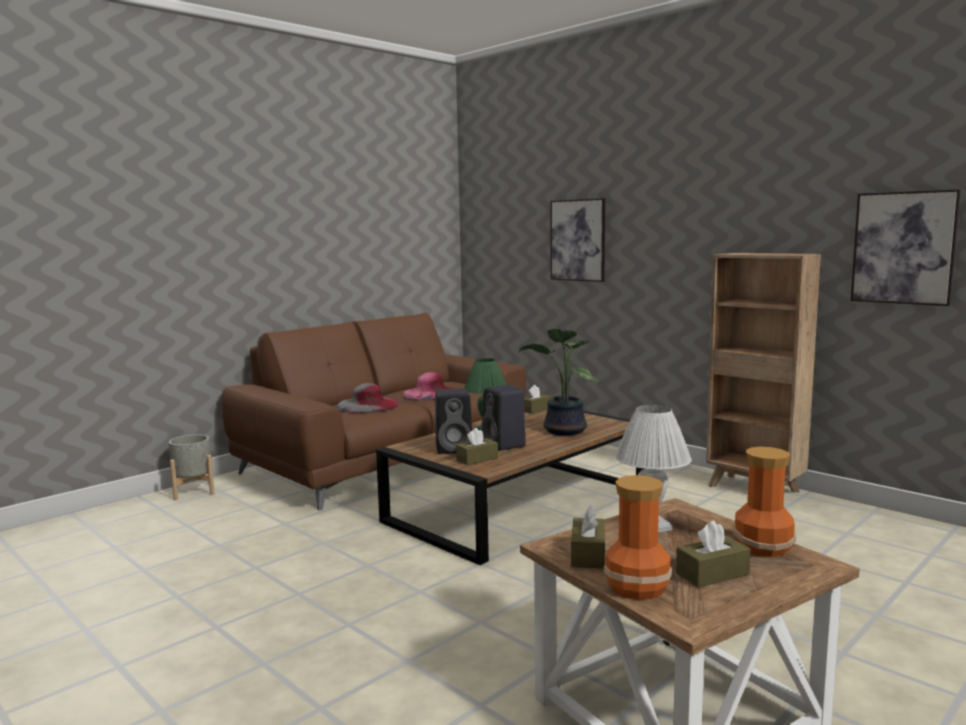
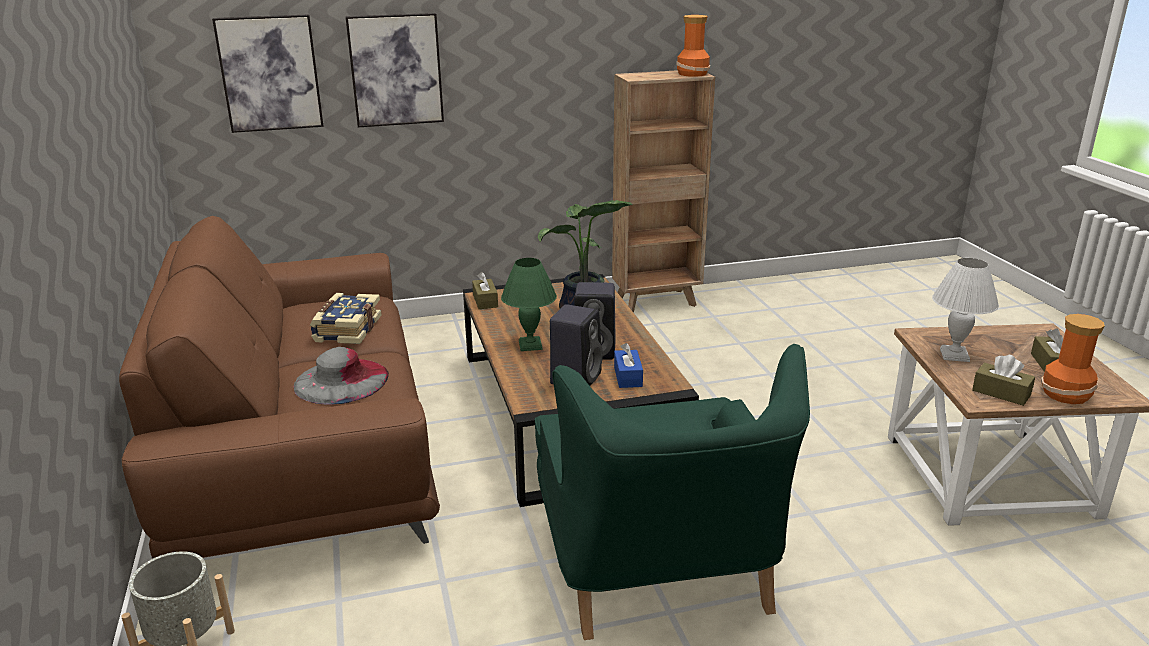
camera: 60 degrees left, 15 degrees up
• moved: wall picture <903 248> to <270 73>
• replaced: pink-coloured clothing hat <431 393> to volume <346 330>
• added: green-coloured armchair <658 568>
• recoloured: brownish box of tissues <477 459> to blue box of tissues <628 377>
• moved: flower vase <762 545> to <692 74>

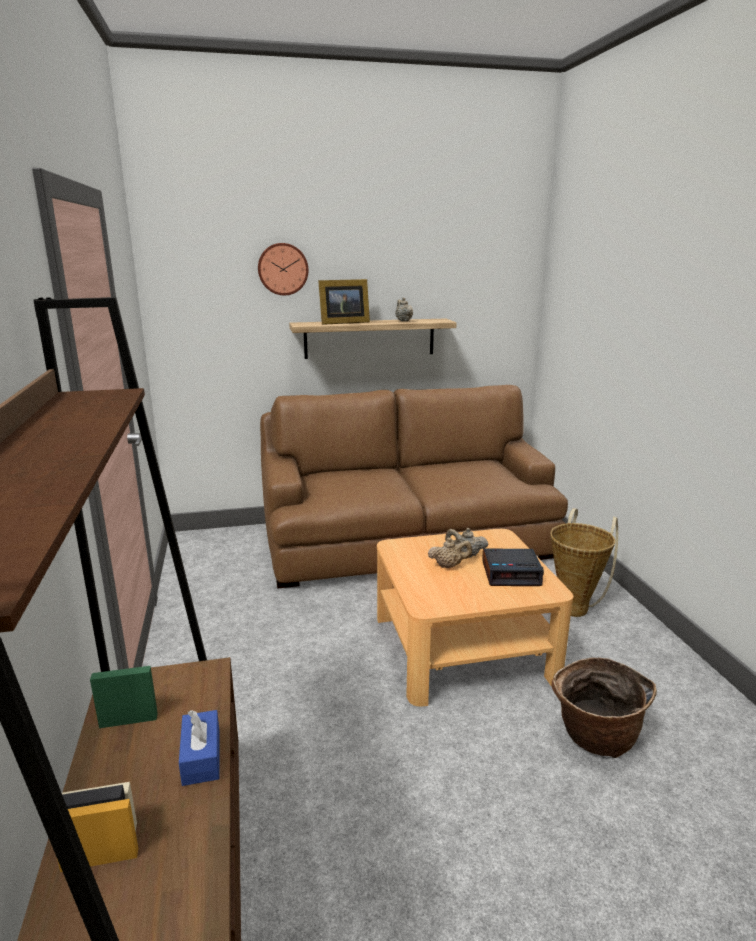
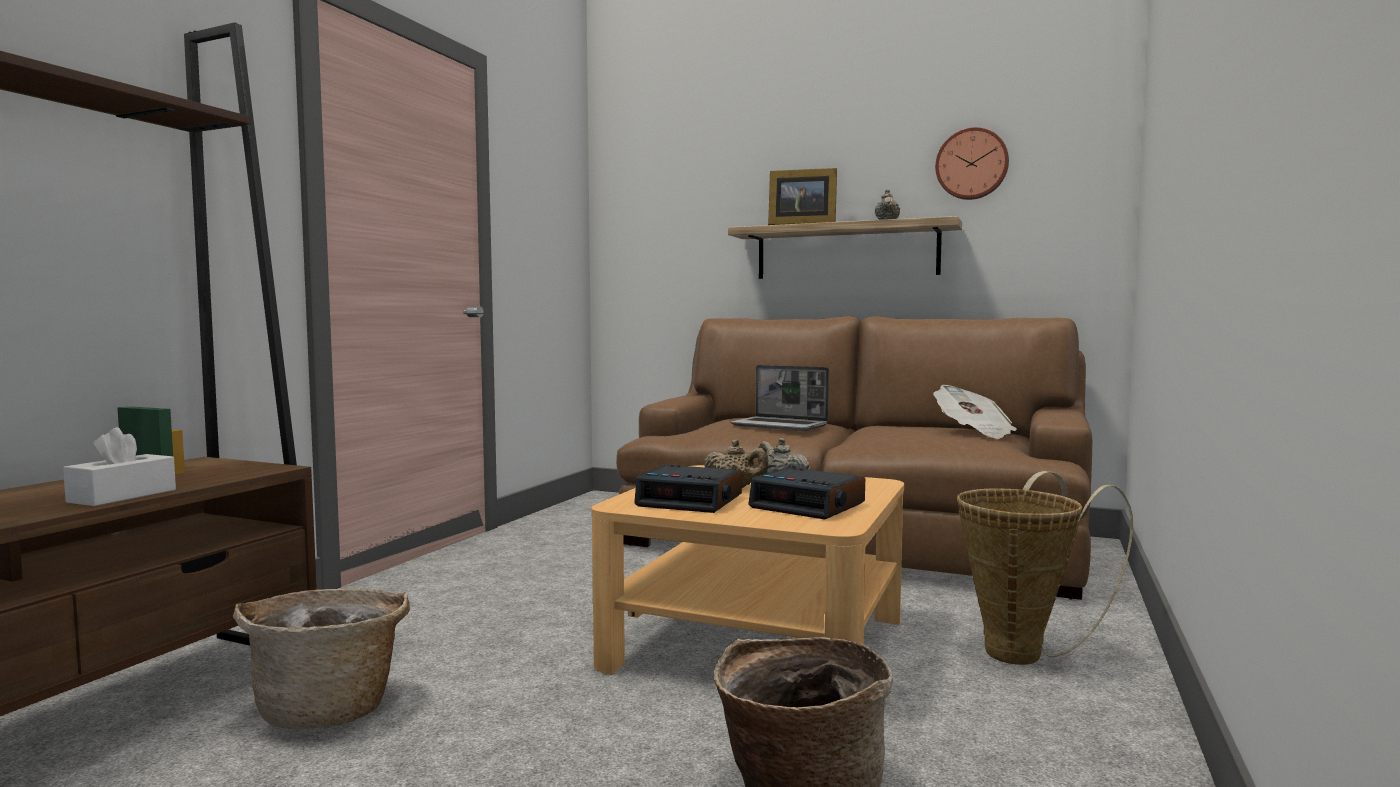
camera: 35 degrees right, 15 degrees down
• recoloured: blue box of tissues <201 757> to white-coloured box of tissues <122 496>
• added: basket <331 708>
• added: bedside clock <691 500>
• added: laptop <781 426>
• added: printed paper <974 433>
• moved: wall clock <283 269> to <971 164>

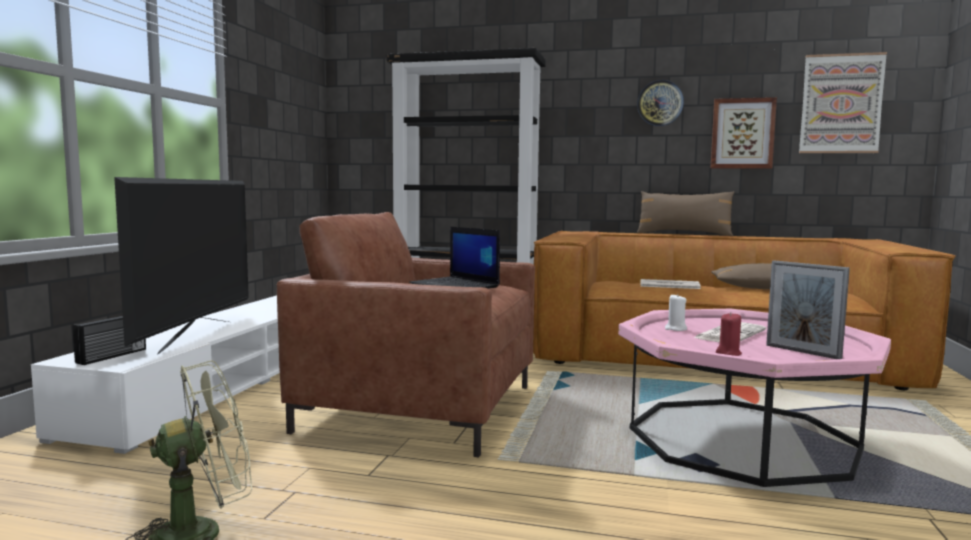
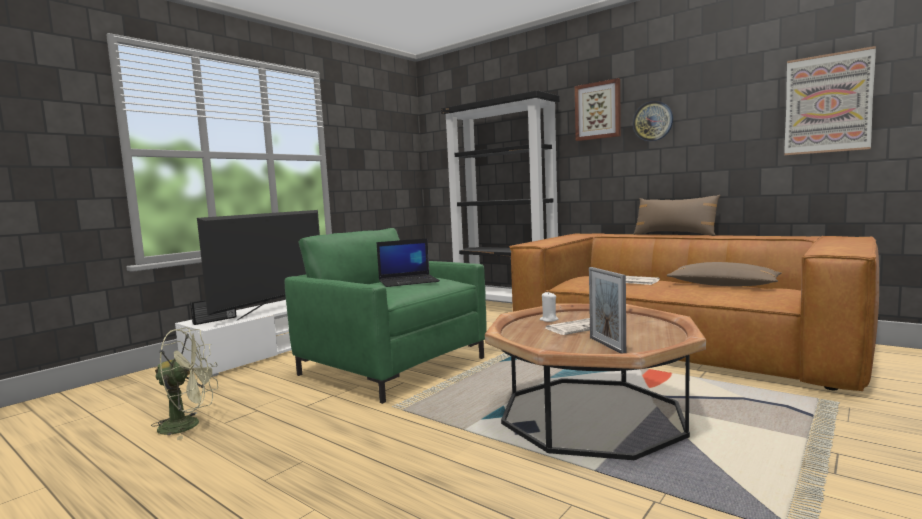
camera: 25 degrees right, 0 degrees up
• recoloured: brownish armchair <420 408> to green-coloured armchair <393 366>
• turned: laptop <456 285> = <409 281> 90 degrees counterclockwise
• recoloured: pink-coloured low table <742 439> to brownish low table <591 415>
• moved: wall picture <742 133> to <598 111>
• removed: red wax candle <728 353>

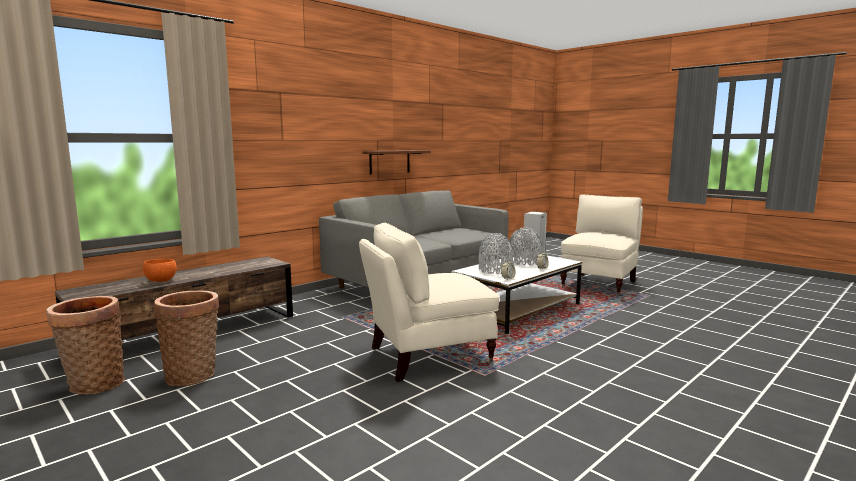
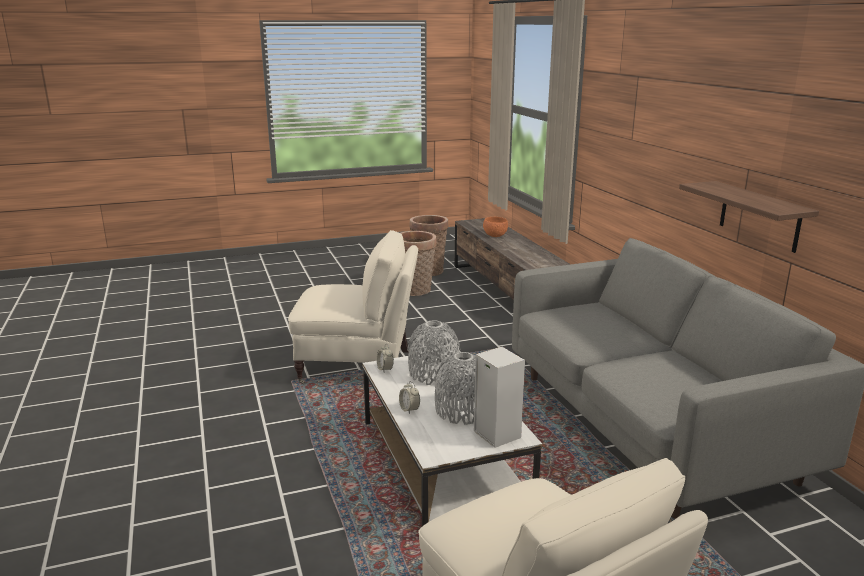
camera: 115 degrees right, 10 degrees up
• turned: sand-coloured armchair <427 356> = <359 367> 90 degrees clockwise

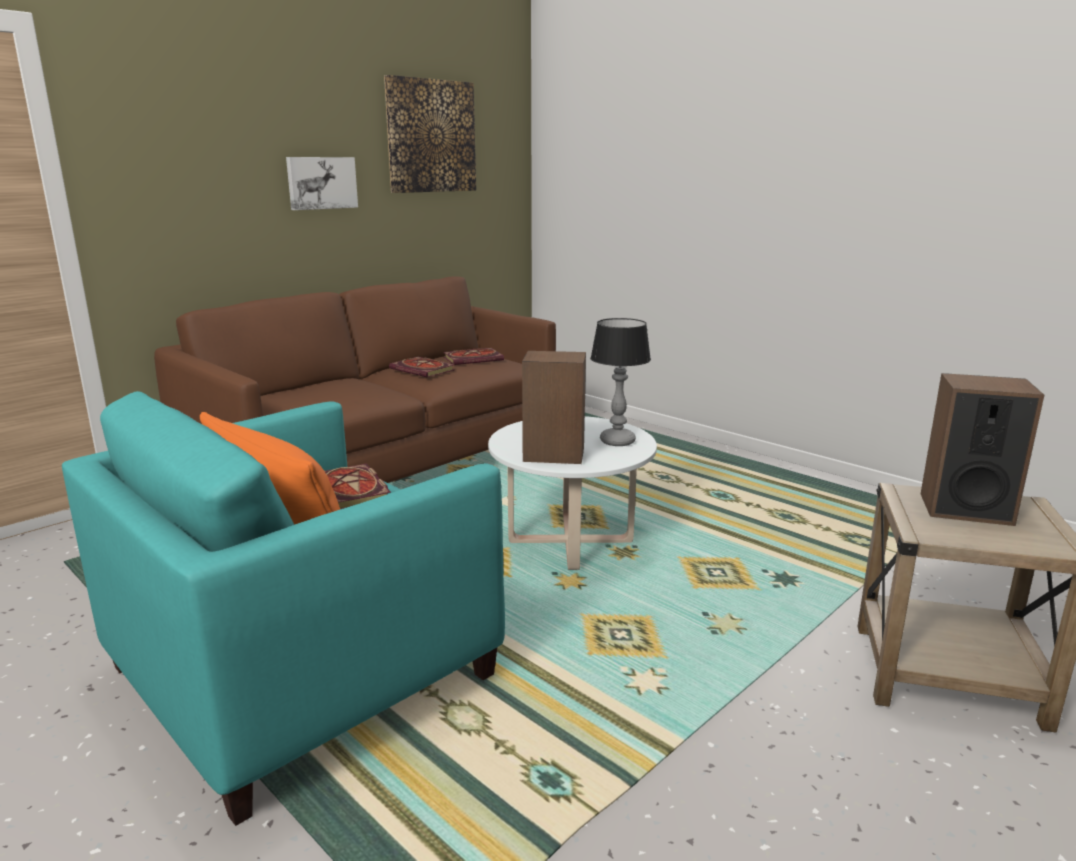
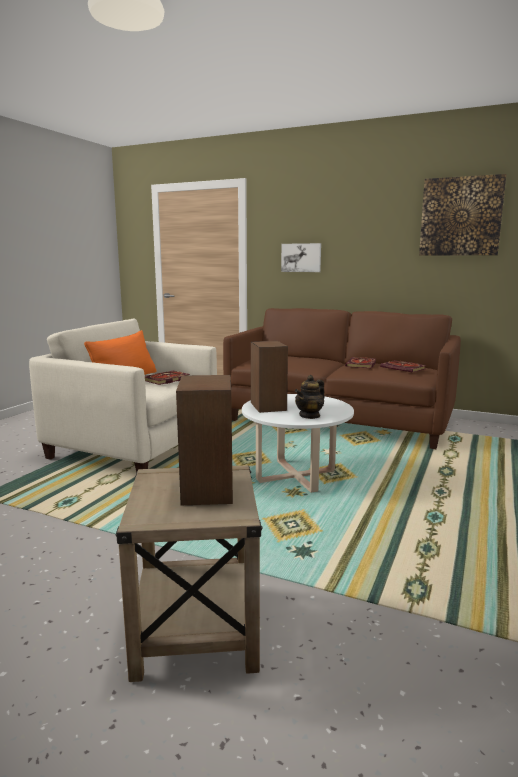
camera: 70 degrees right, 5 degrees down
• recoloured: turquoise-coloured armchair <305 671> to sand-coloured armchair <135 448>
• moved: wall picture <321 183> to <301 257>
• replaced: lamp for a table <617 441> to tea pot <309 415>

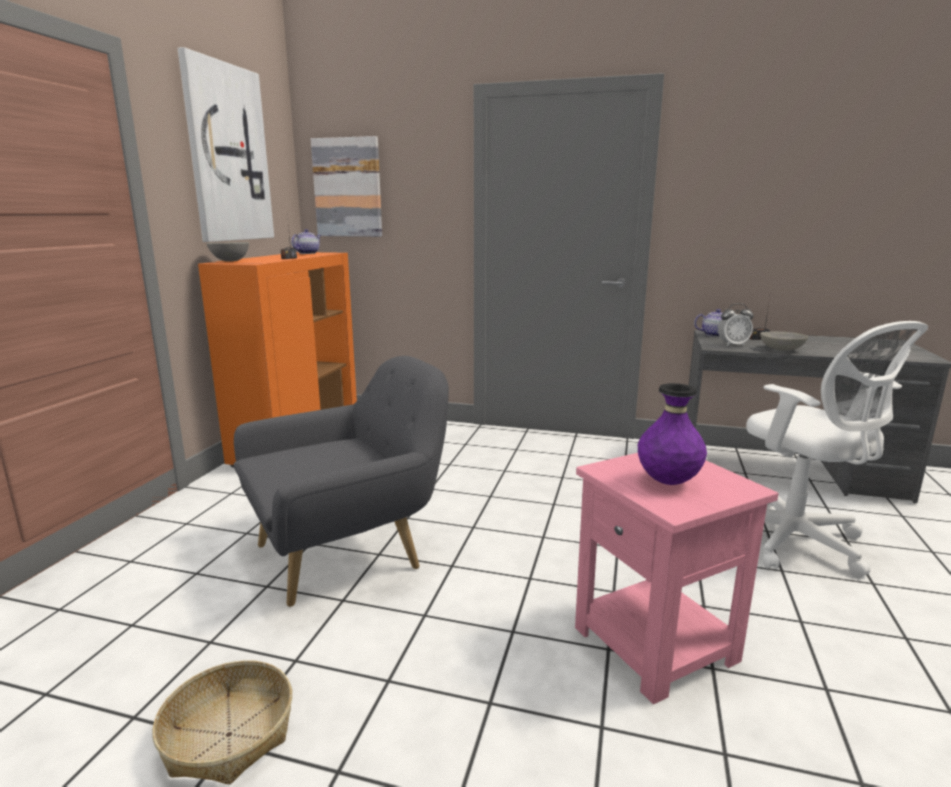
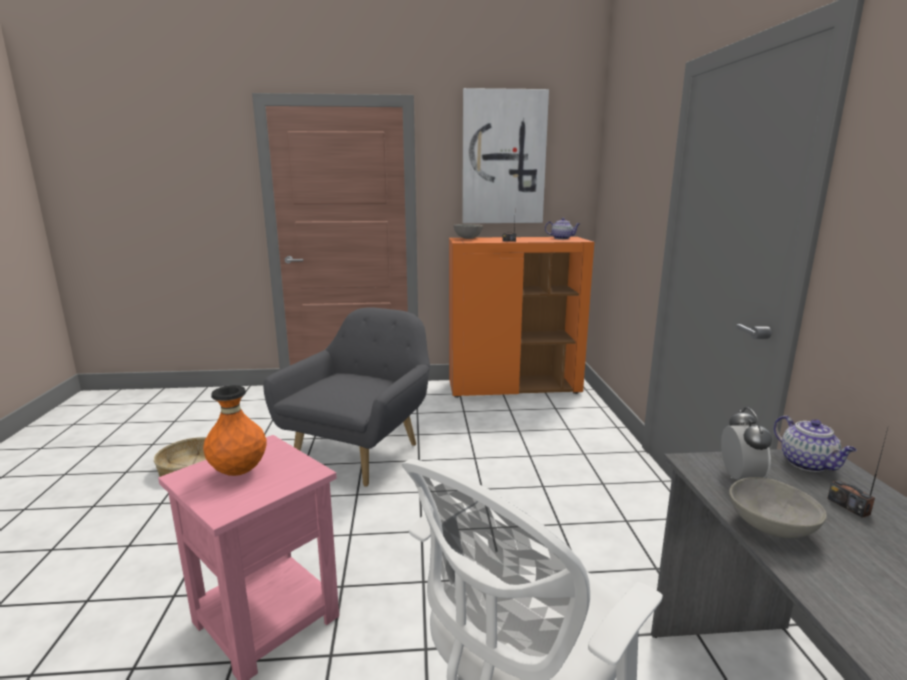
camera: 70 degrees right, 0 degrees up
• recoloured: purplish flower vase <667 482> to orangey flower vase <239 472>
• turned: greyish armchair <348 552> = <360 451> 105 degrees counterclockwise
• turned: bedside clock <733 345> = <740 478> 150 degrees counterclockwise
• removed: wall picture <348 188>

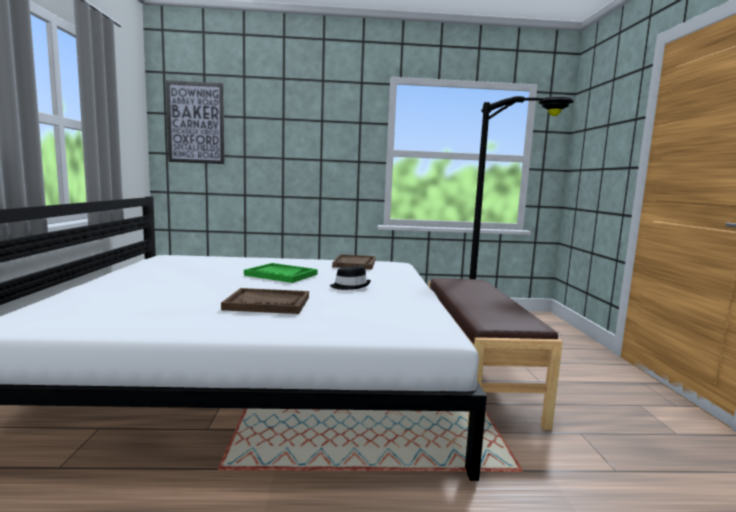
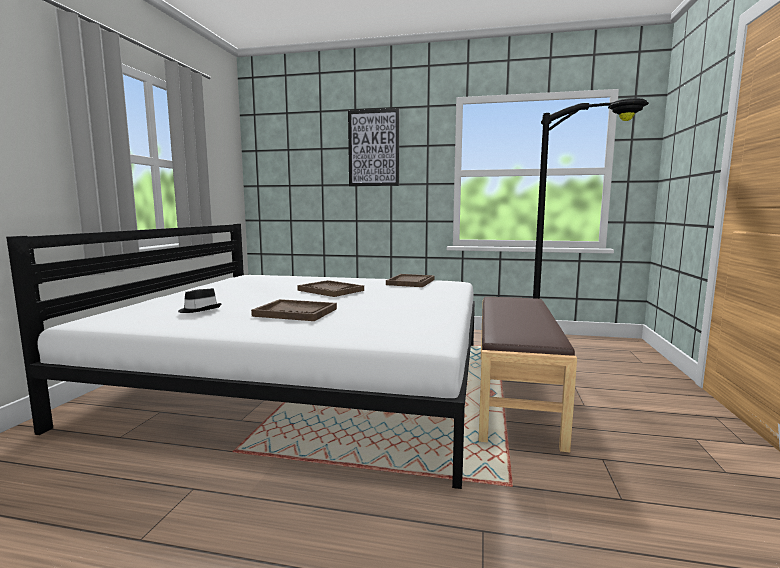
camera: 15 degrees right, 0 degrees up
• moved: blackish clothing hat <350 286> to <200 310>
• recoloured: green-coloured tray <281 275> to brownish tray <330 290>
• moved: wall picture <196 123> to <373 148>

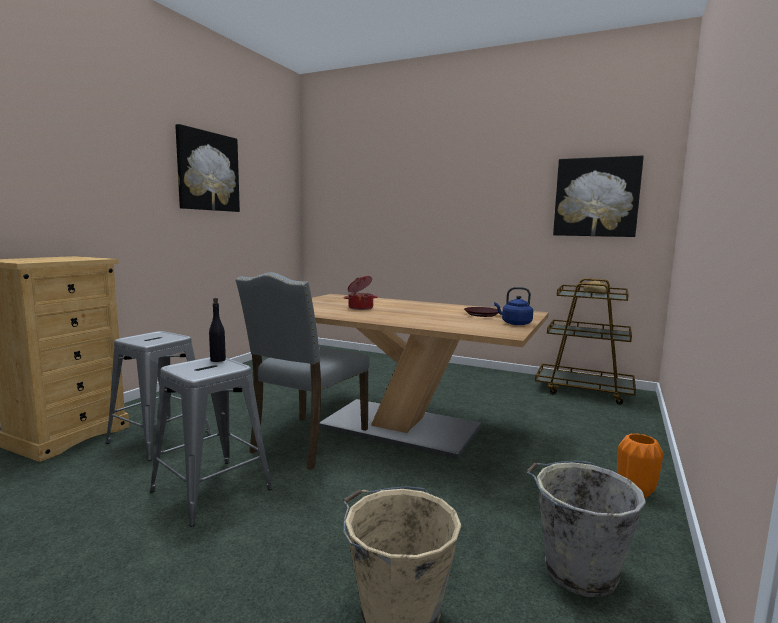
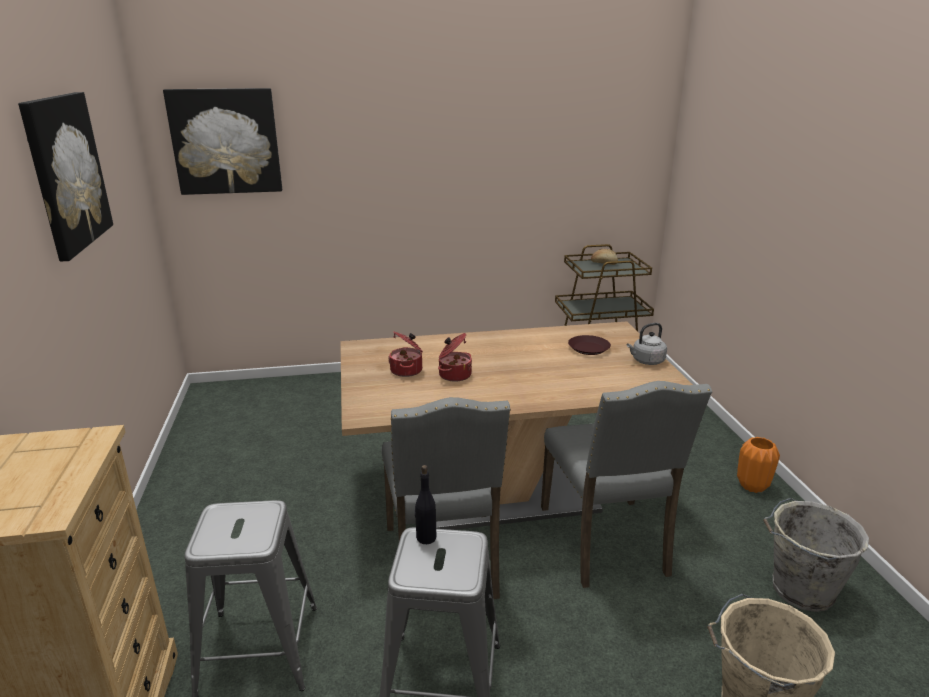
camera: 35 degrees left, 15 degrees up
• moved: wall picture <596 197> to <226 141>
• added: stockpot <407 370>
• added: greyish plain chair <607 543>
• recoloured: blue tea kettle <514 323> to greyish tea kettle <646 361>

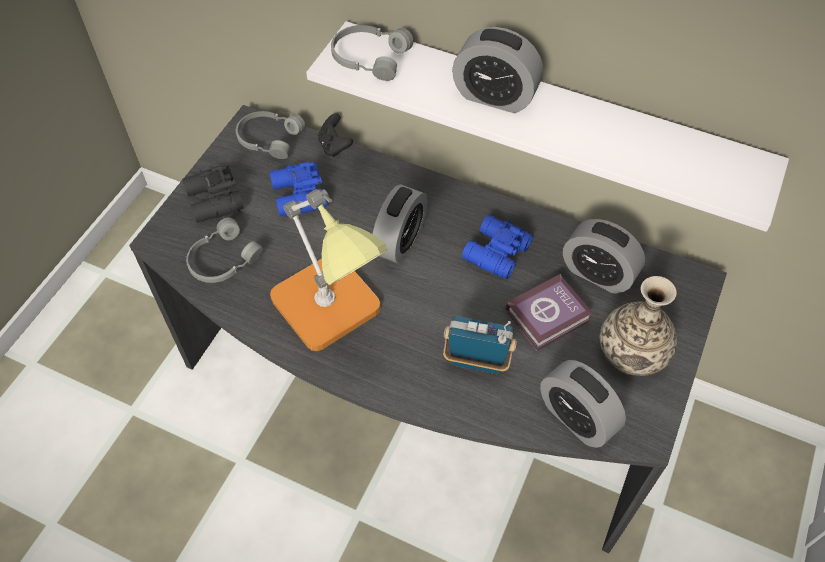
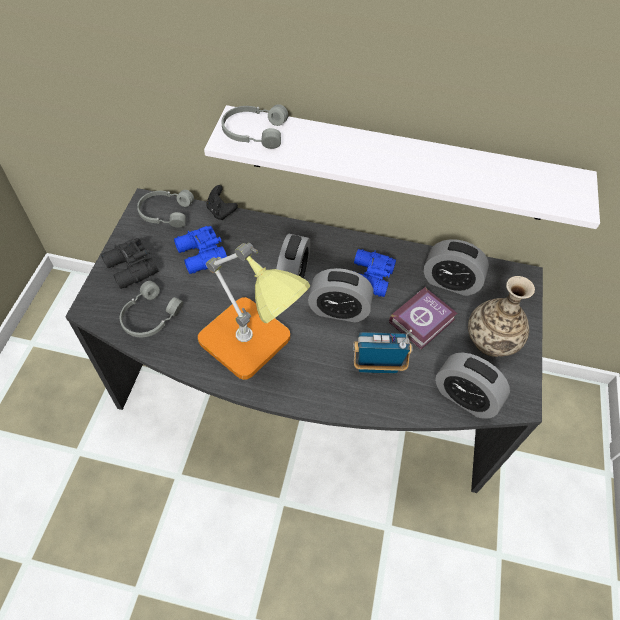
camera: 15 degrees left, 0 degrees up
• moved: bedside clock <494 96> to <338 310>

